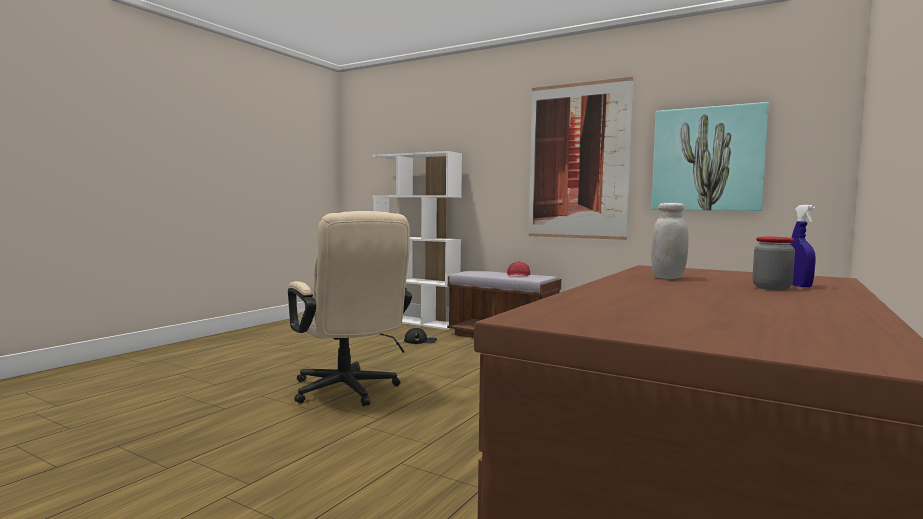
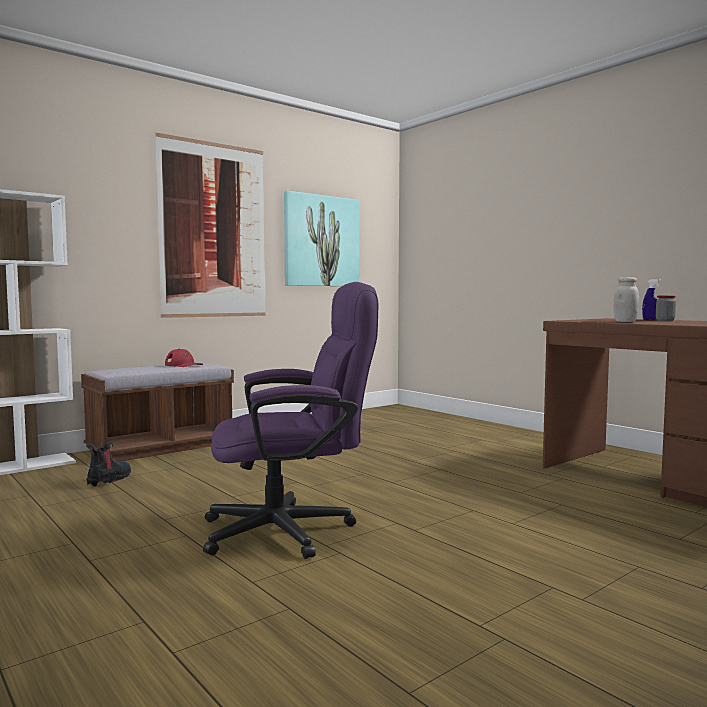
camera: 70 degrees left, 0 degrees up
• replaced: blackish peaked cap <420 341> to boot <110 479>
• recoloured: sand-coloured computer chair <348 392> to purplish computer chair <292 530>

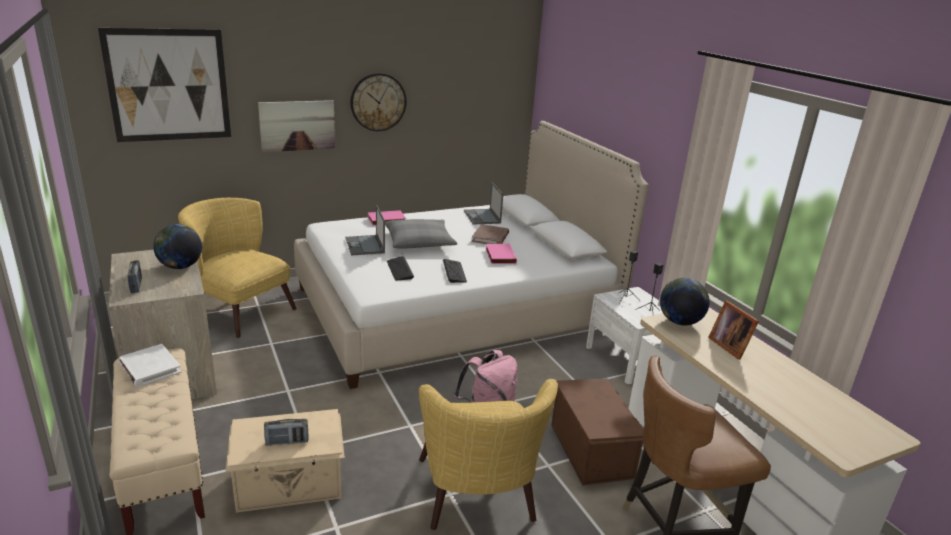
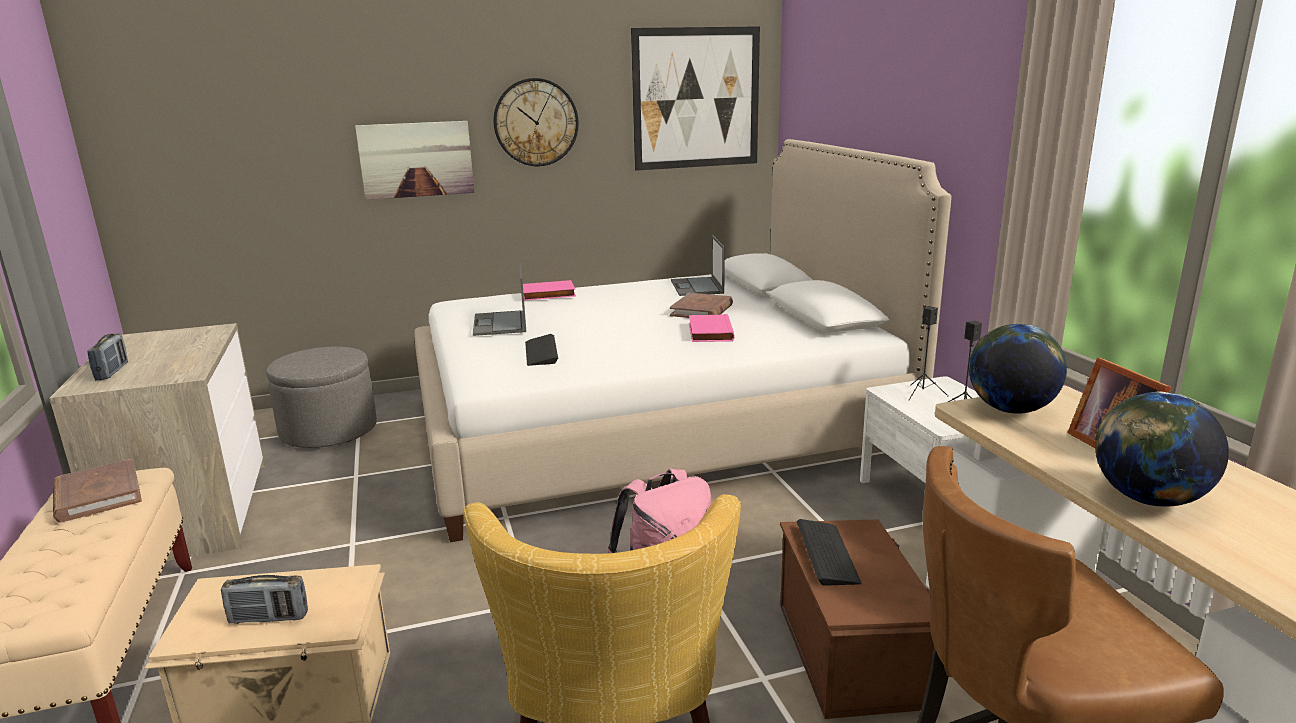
camera: 10 degrees right, 5 degrees down
• recoloured: white-coloured volume <149 368> to brownish volume <97 495>
• replaced: yellow armchair <238 309> to greyish ottoman <329 431>
• moved: wall picture <168 85> to <696 98>
• moved: computer keyboard <454 272> to <827 554>
• moved: world globe <180 267> to <1148 499>
• removed: greyish cushion <419 242>

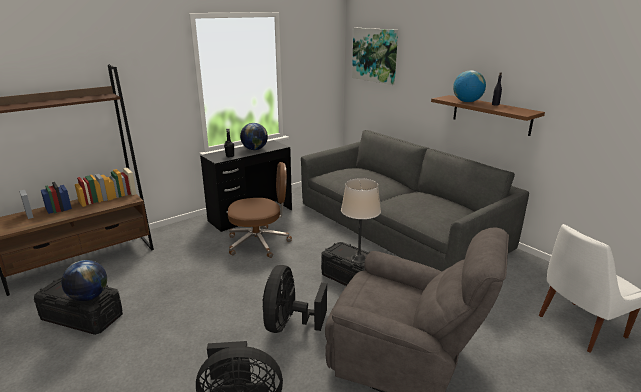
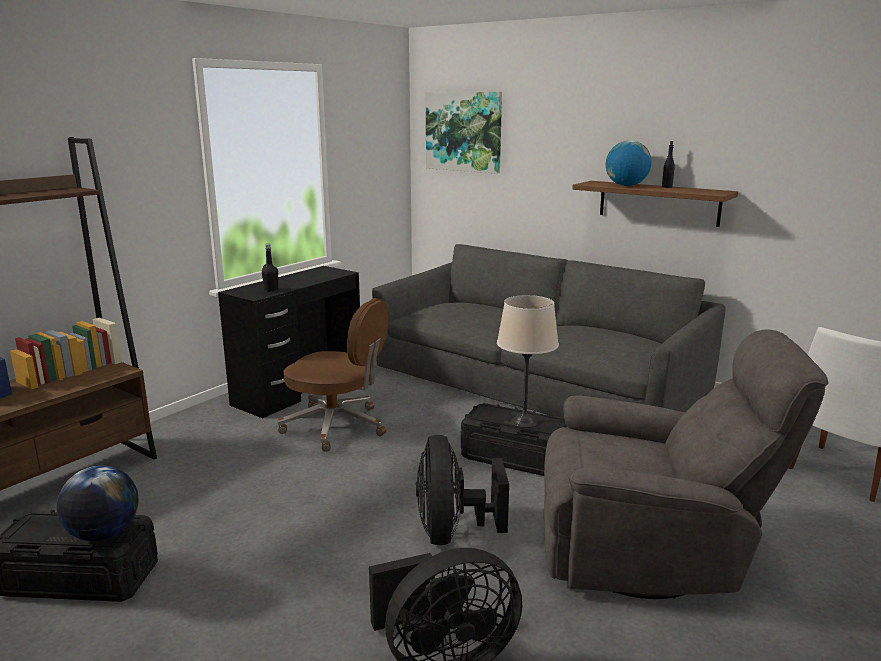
camera: 15 degrees left, 5 degrees down
• turned: brownish computer chair <259 243> = <337 426> 45 degrees clockwise
• removed: world globe <254 149>

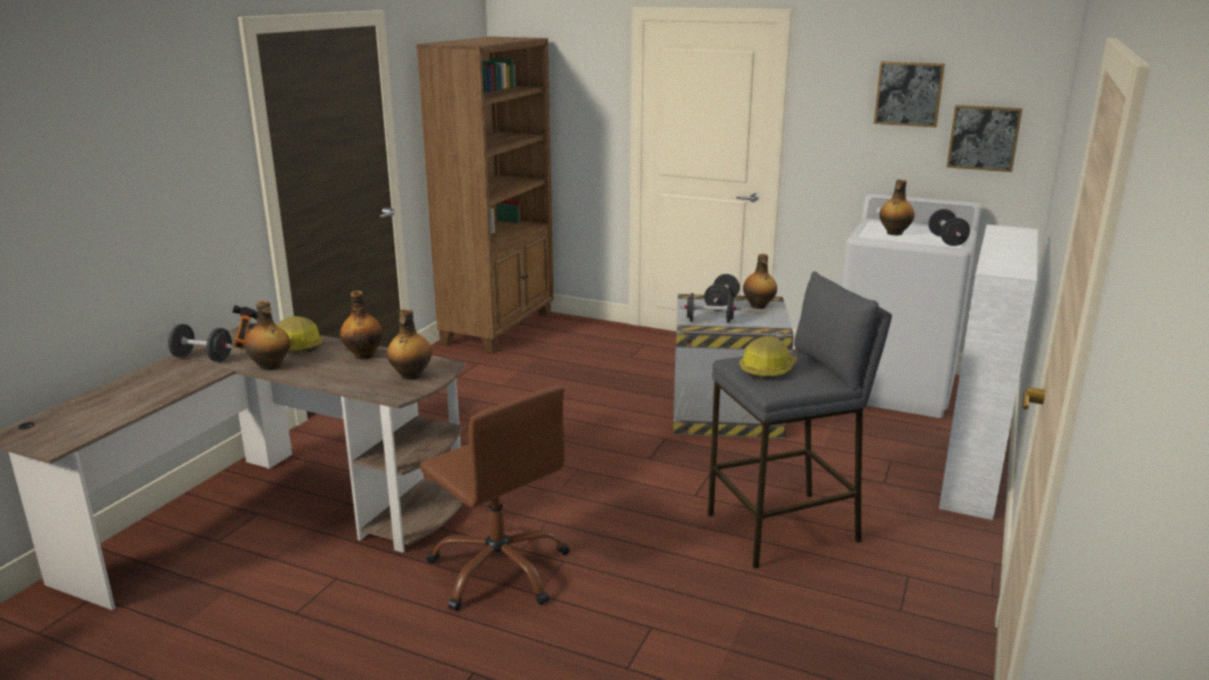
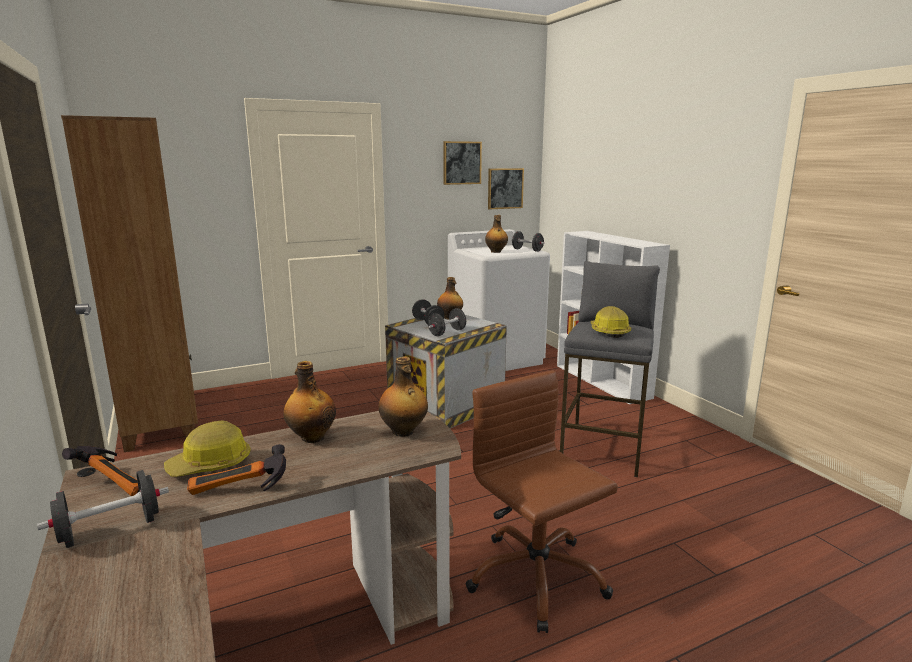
camera: 50 degrees left, 5 degrees down
• replaced: drink bottle <270 367> to tool hammer <238 492>
• turned: brownish computer chair <500 569> = <536 578> 120 degrees counterclockwise

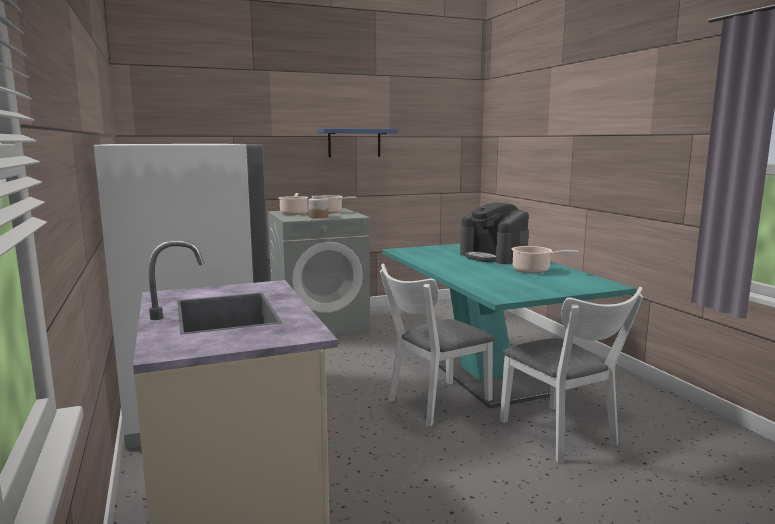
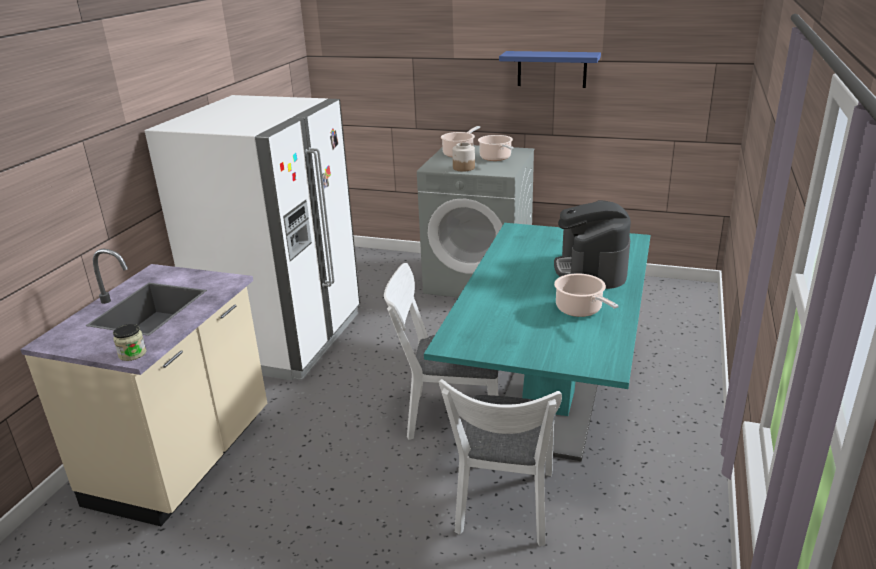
camera: 40 degrees right, 15 degrees up
• added: storage jar <132 354>

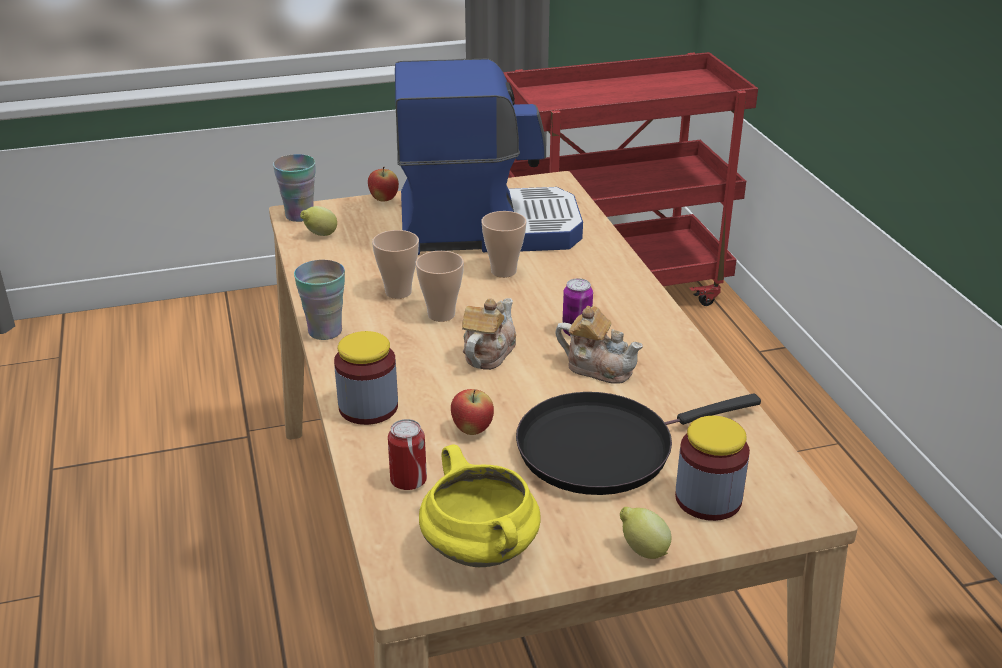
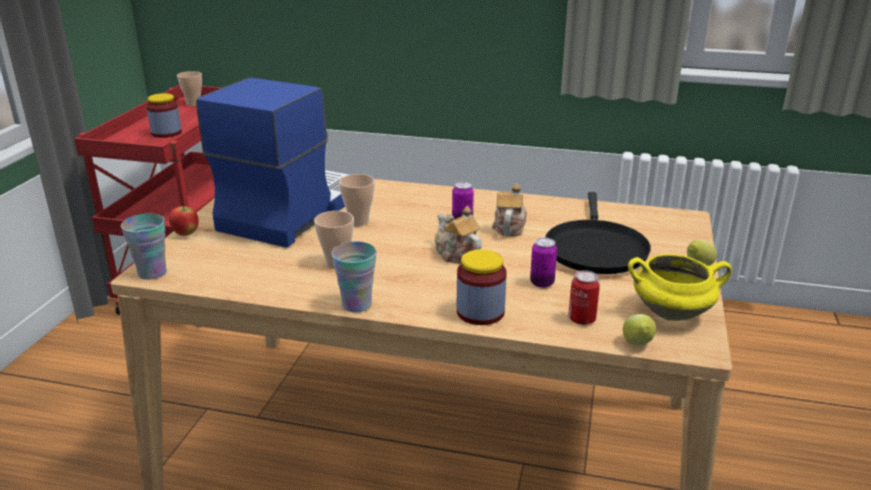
camera: 60 degrees left, 5 degrees down
• moved: storage jar <708 499> to <166 133>
• moved: drinking cup <441 315> to <193 104>
• turned: tea pot <598 367> = <509 227> 45 degrees counterclockwise
• replaced: apple fruit <472 430> to sealed can <542 283>
• moved: whole lemon <320 235> to <637 345>

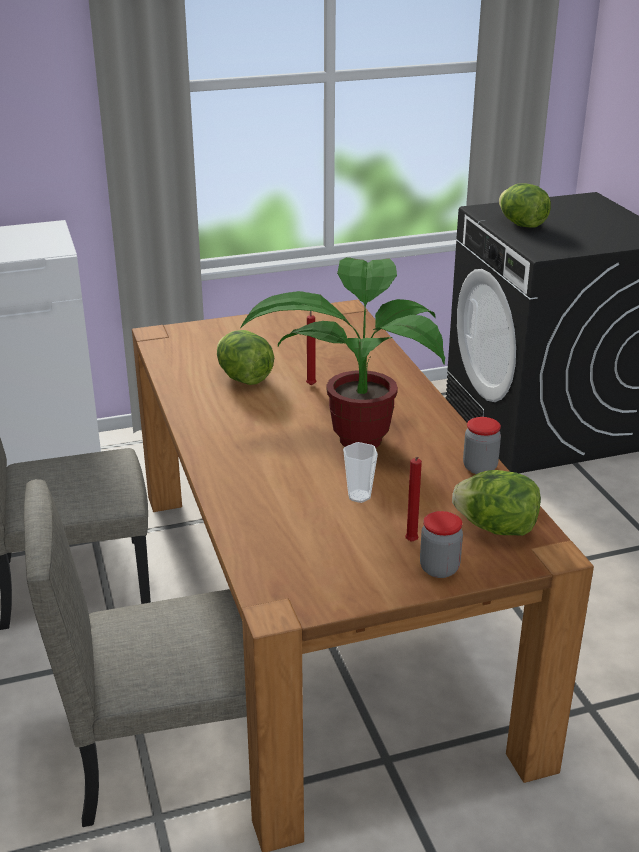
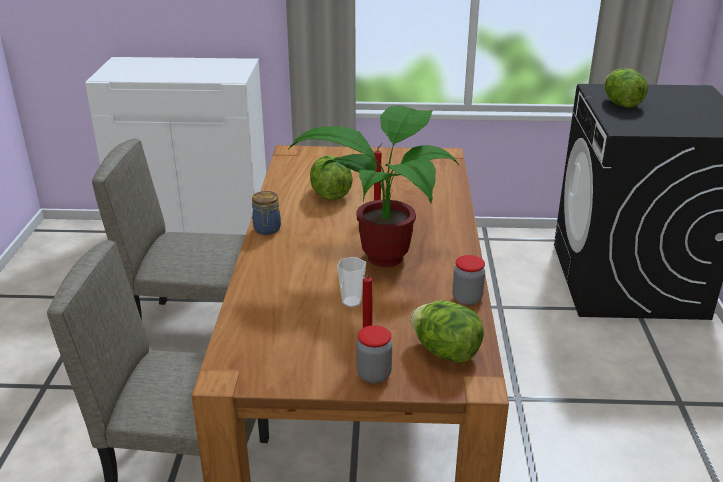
camera: 20 degrees right, 0 degrees up
• added: storage jar <267 230>

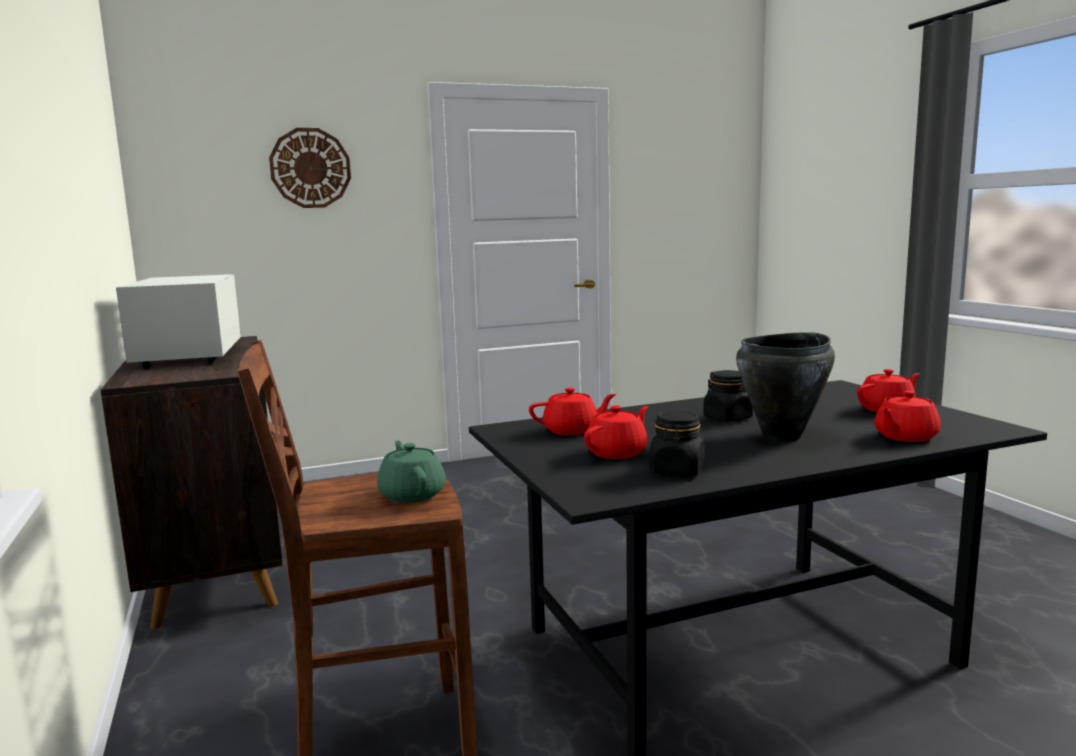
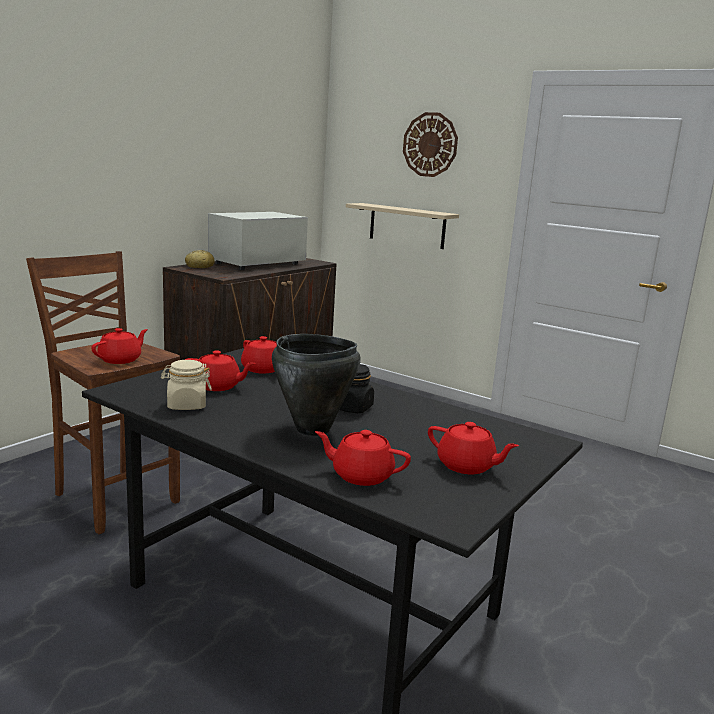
camera: 55 degrees right, 5 degrees up
• recoloured: green-coloured tea pot <412 494> to red tea pot <121 360>
• recoloured: blackish storage jar <676 471> to sand-coloured storage jar <186 405>
• added: bread <199 266>
• added: sand-coloured shelf <407 226>

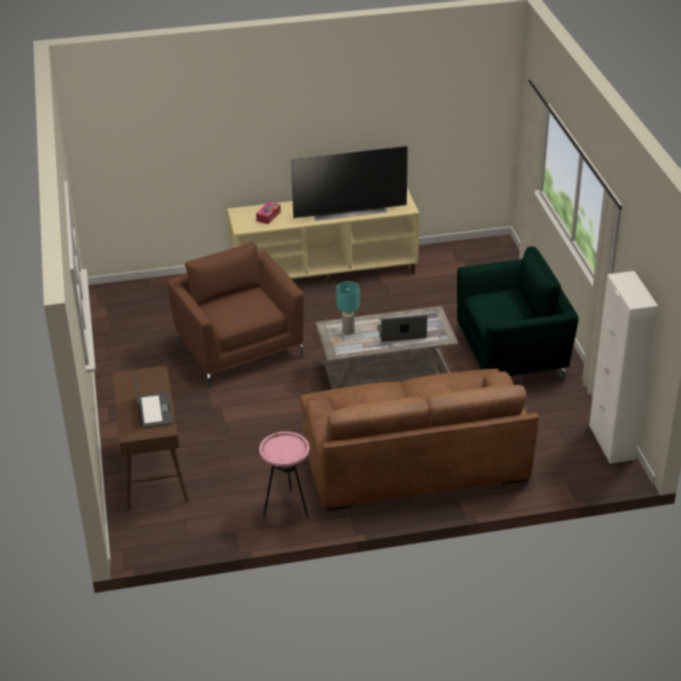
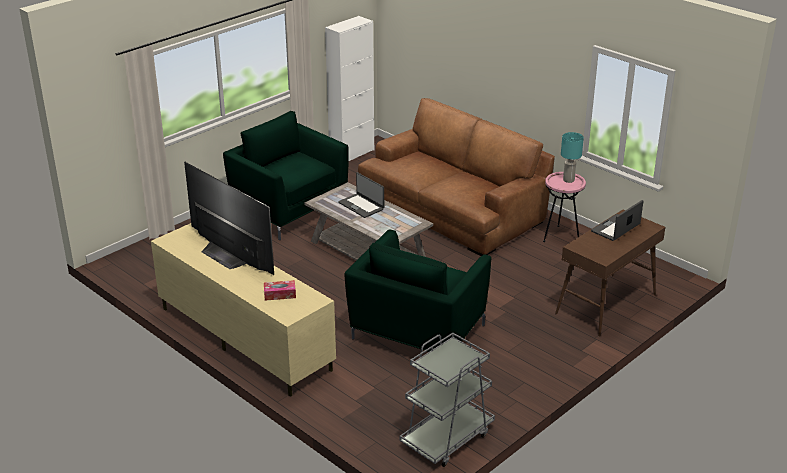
camera: 125 degrees left, 5 degrees down
• recoloured: brownish armchair <239 349> to green-coloured armchair <417 333>
• added: greyish trolley <447 438>
• moved: turquoise-coloured lamp for a table <348 331> to <569 180>

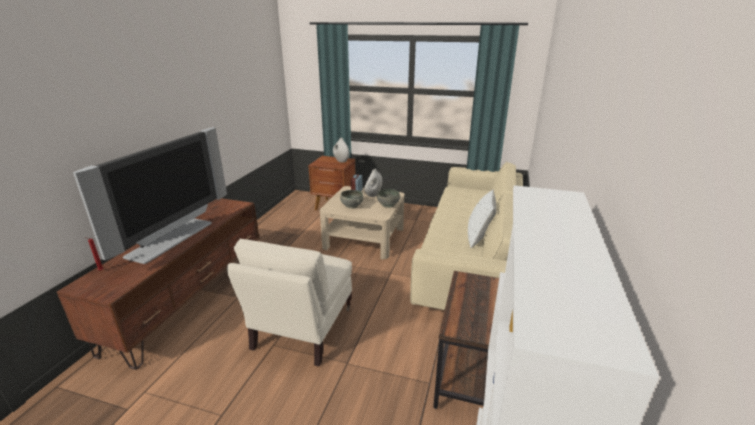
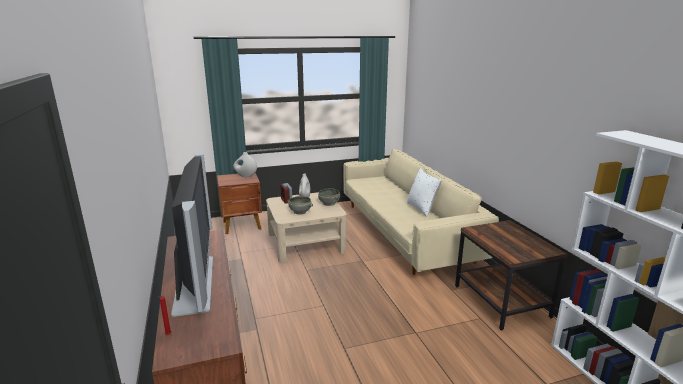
camera: 35 degrees left, 5 degrees down
• removed: sand-coloured armchair <301 329>

